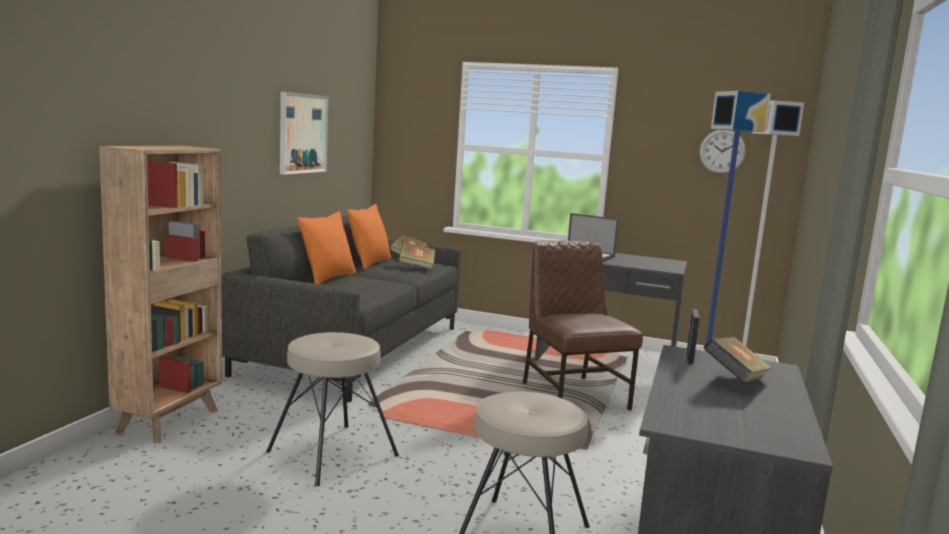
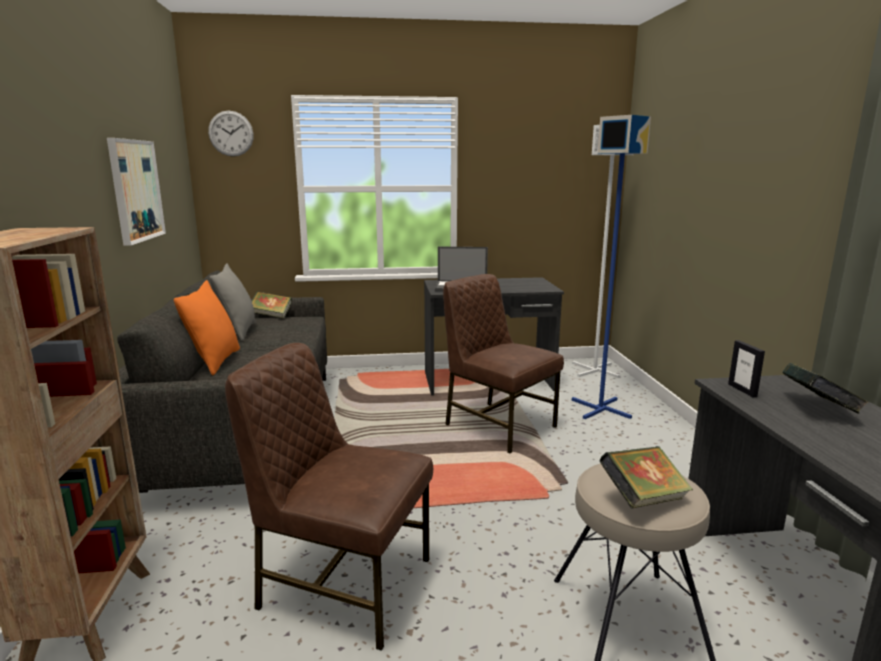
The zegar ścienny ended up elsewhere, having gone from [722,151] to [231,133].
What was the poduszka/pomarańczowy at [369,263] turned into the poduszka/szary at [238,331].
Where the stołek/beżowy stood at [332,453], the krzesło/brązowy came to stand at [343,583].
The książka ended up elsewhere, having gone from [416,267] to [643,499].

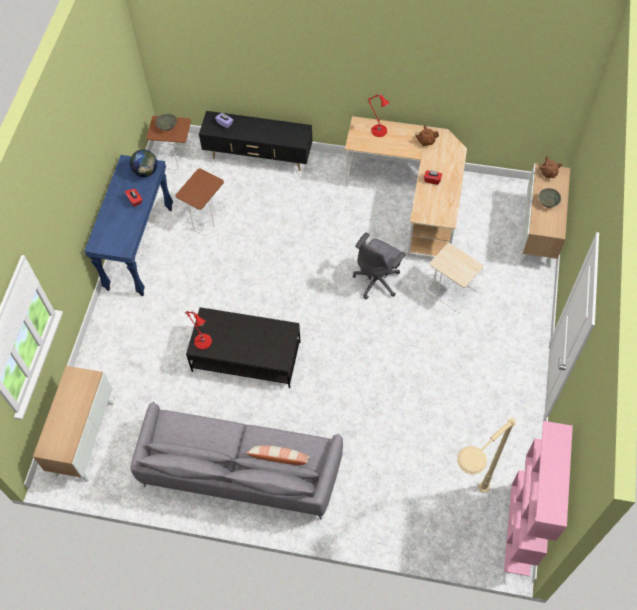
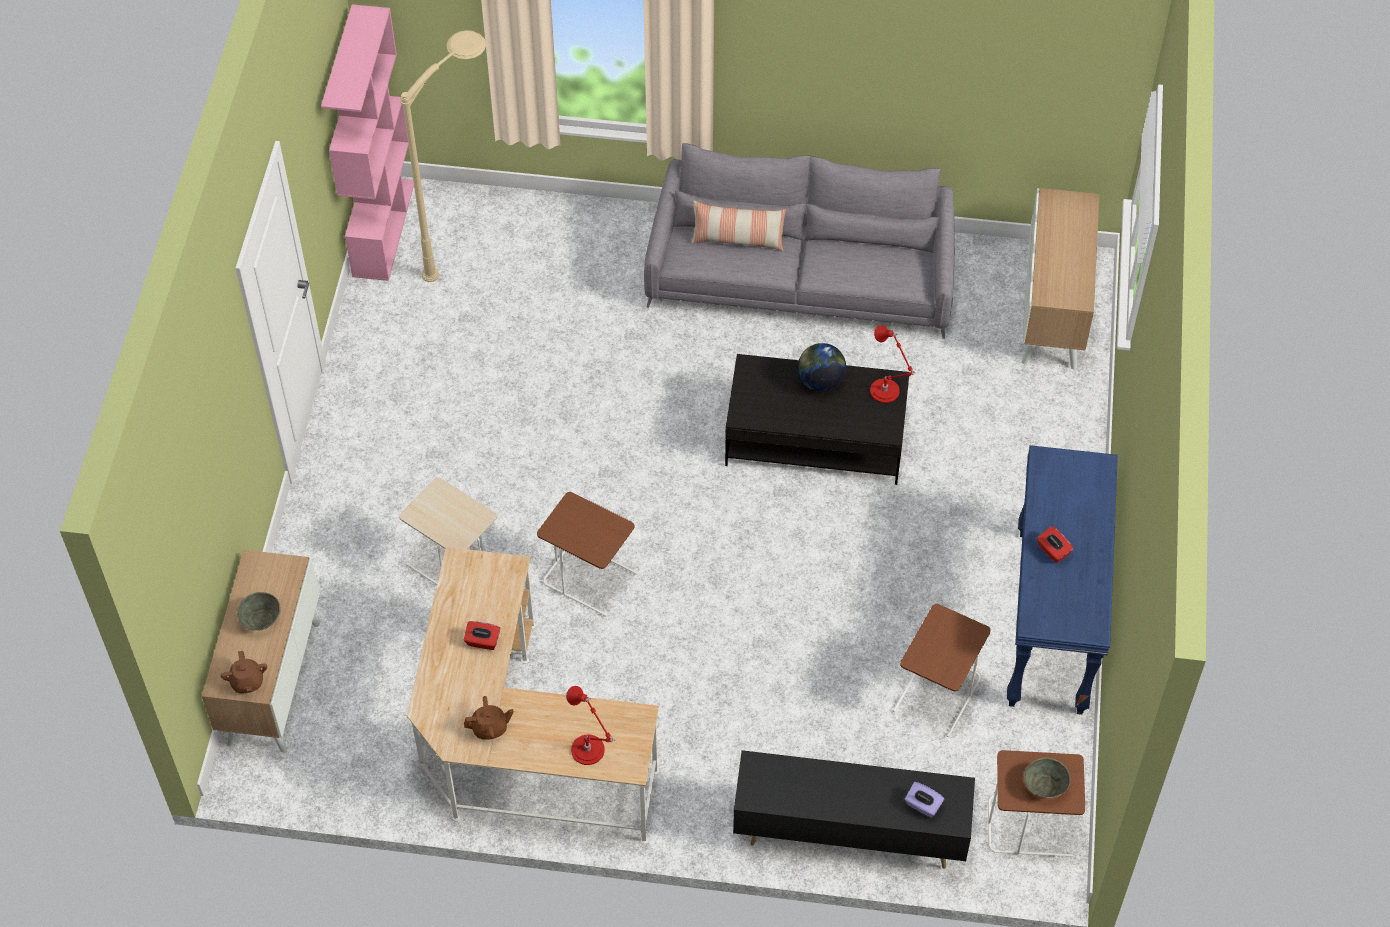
Where the krzesło biurowe/szary stood at [377,280], the stolik/brązowy came to stand at [590,578].
The globus ended up elsewhere, having gone from [146,172] to [820,381].

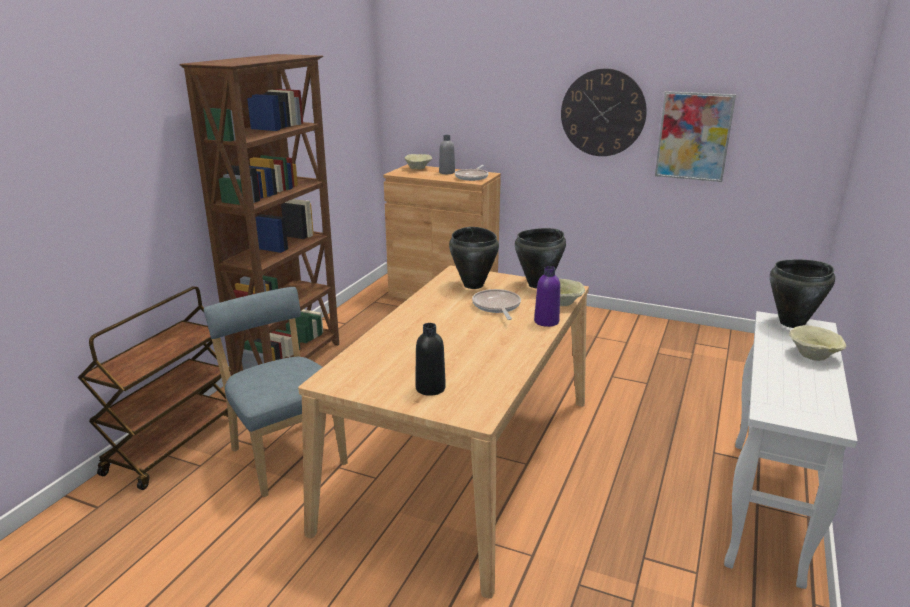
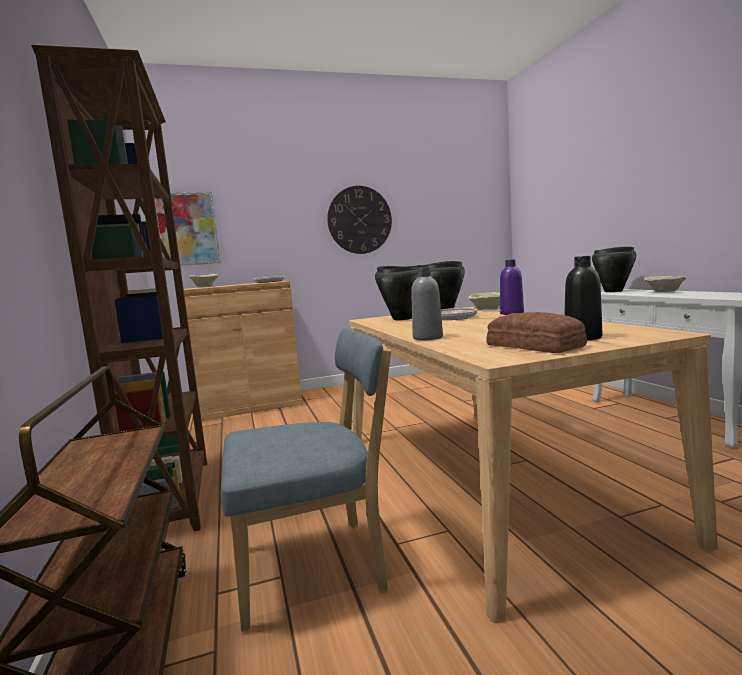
The obraz ended up elsewhere, having gone from [694,136] to [187,229].
The krzesło/niebieski at [286,454] ended up facing another way, 150 degrees clockwise from before.
The butelka/szary ended up elsewhere, having gone from [447,172] to [427,338].
The second view gained the chleb at [534,346].

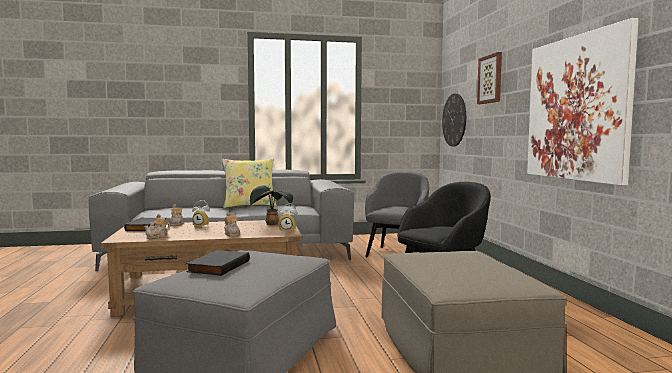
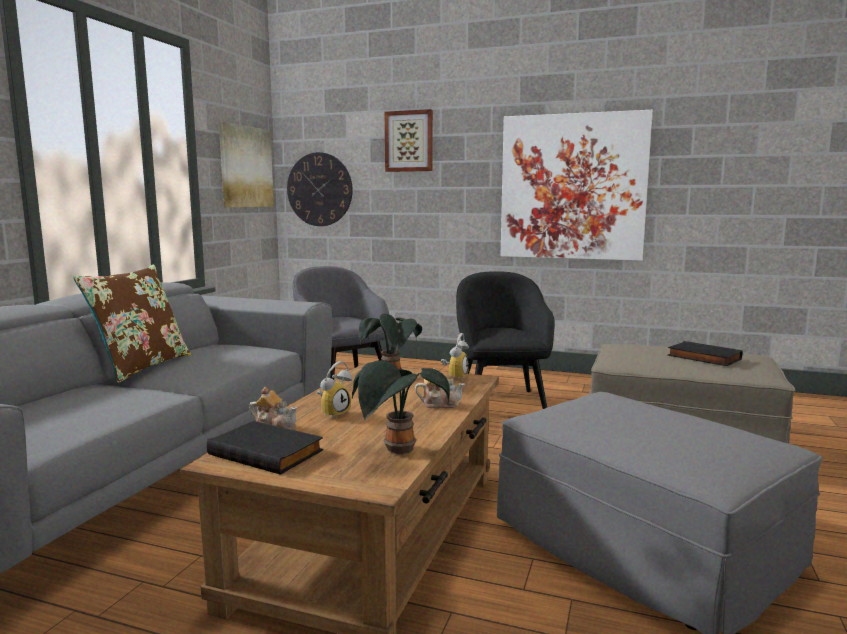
What was the poduszka/żółty at [249,205] turned into the poduszka/brązowy at [141,367].
The second view gained the obraz at [246,167].
Where the imbryk stood at [158,237], the roślina doniczkowa came to stand at [398,452].
The książka/czarny ended up elsewhere, having gone from [218,266] to [702,358].

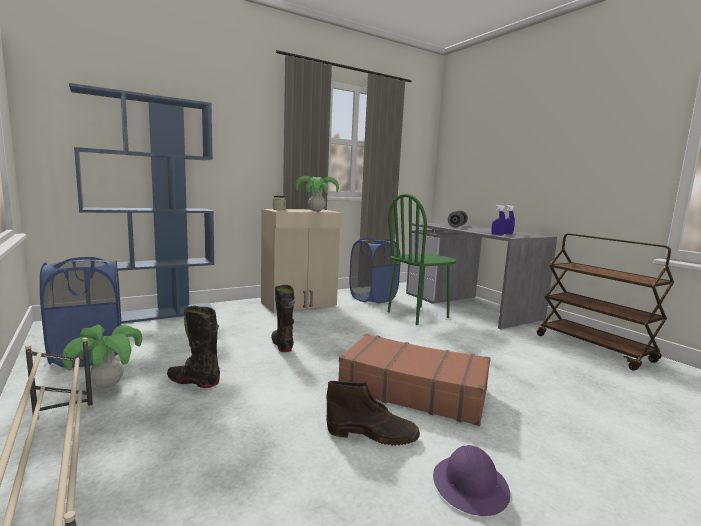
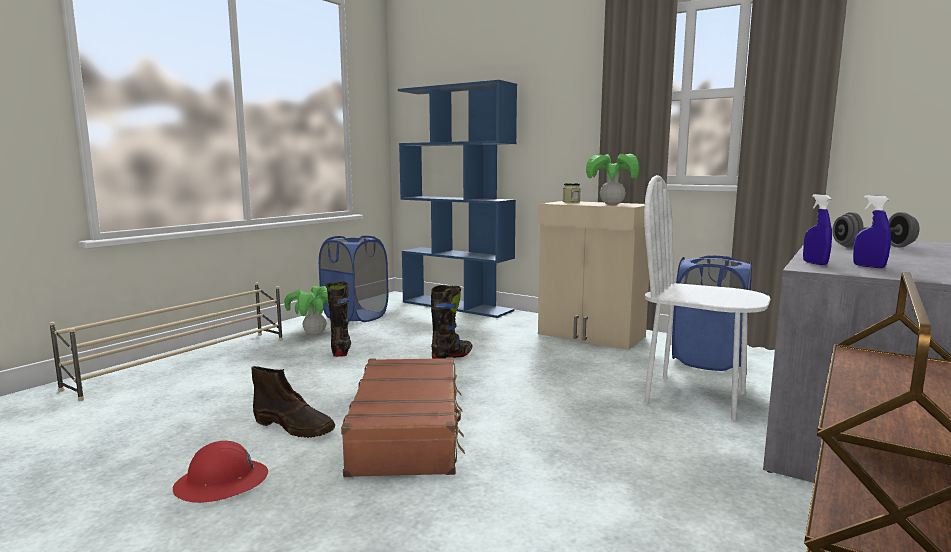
What was the kask/fioletowy at [470,486] turned into the kask/czerwony at [222,483].
The but z cholewką/brązowy at [373,434] ended up facing another way, 45 degrees counterclockwise from before.
What was the krzesło/zielony at [418,315] turned into the krzesło/biały at [695,397].

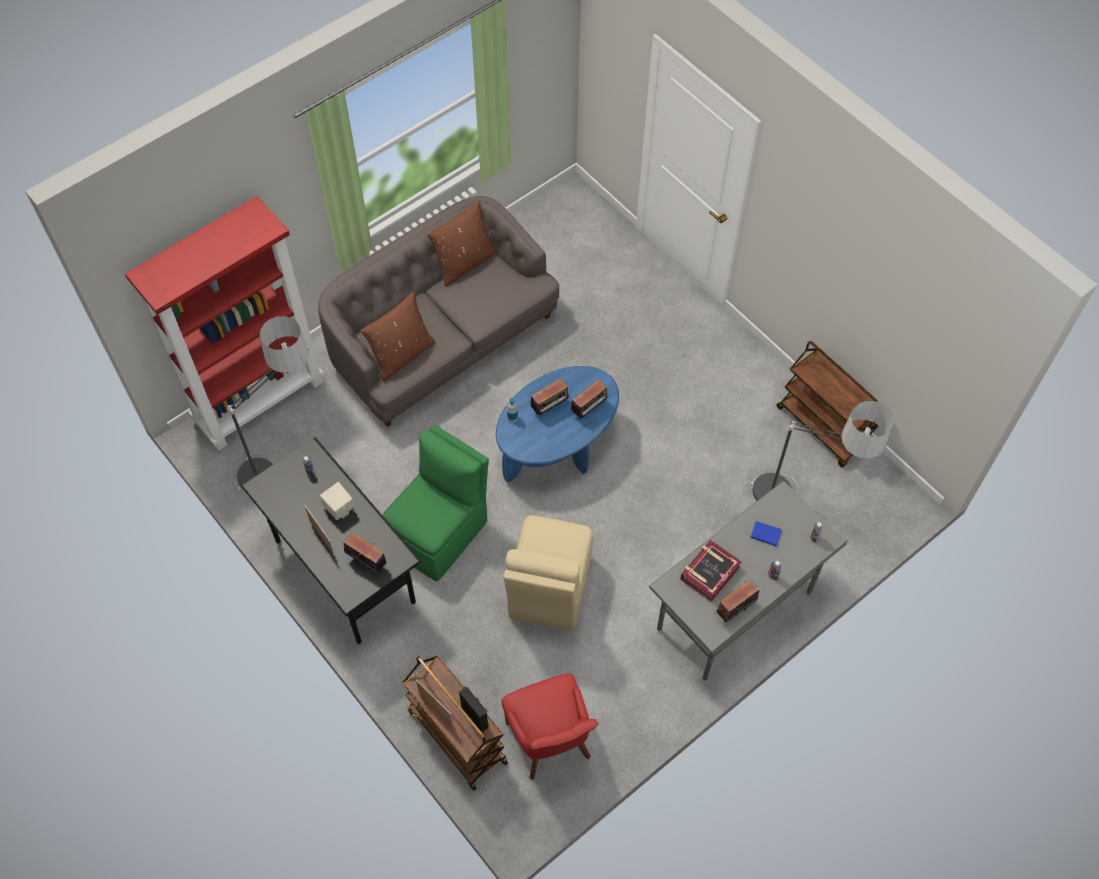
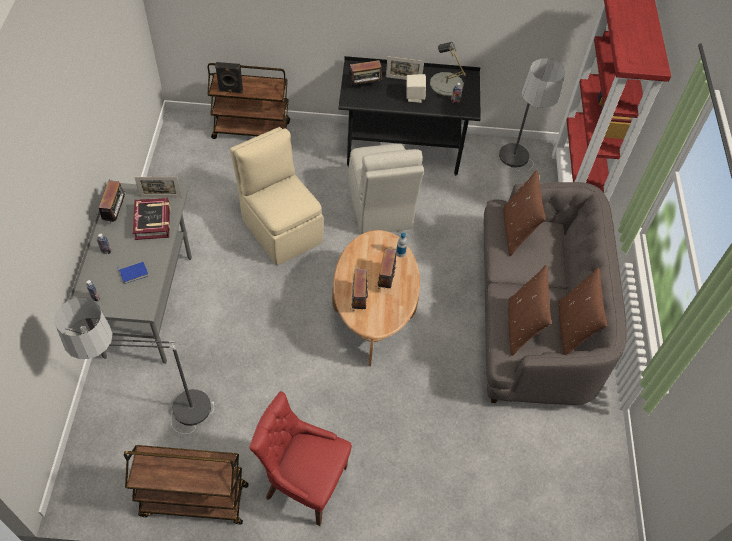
The ramka na zdjęcie ended up elsewhere, having gone from [435,708] to [160,196].
The krzesło/czerwony ended up elsewhere, having gone from [550,741] to [304,482].
What was the ława/niebieski at [557,446] turned into the ława/brązowy at [373,314].
What was the krzesło/zielony at [439,532] turned into the krzesło/beżowy at [380,208].
The second view gained the lampa stołowa/szary at [446,84].
The second view gained the poduszka/brązowy at [521,327].

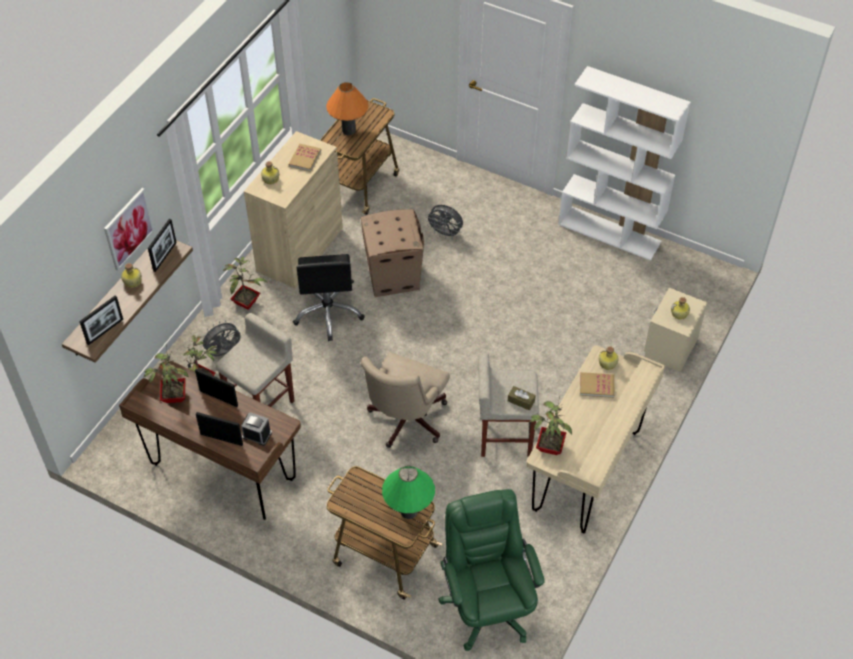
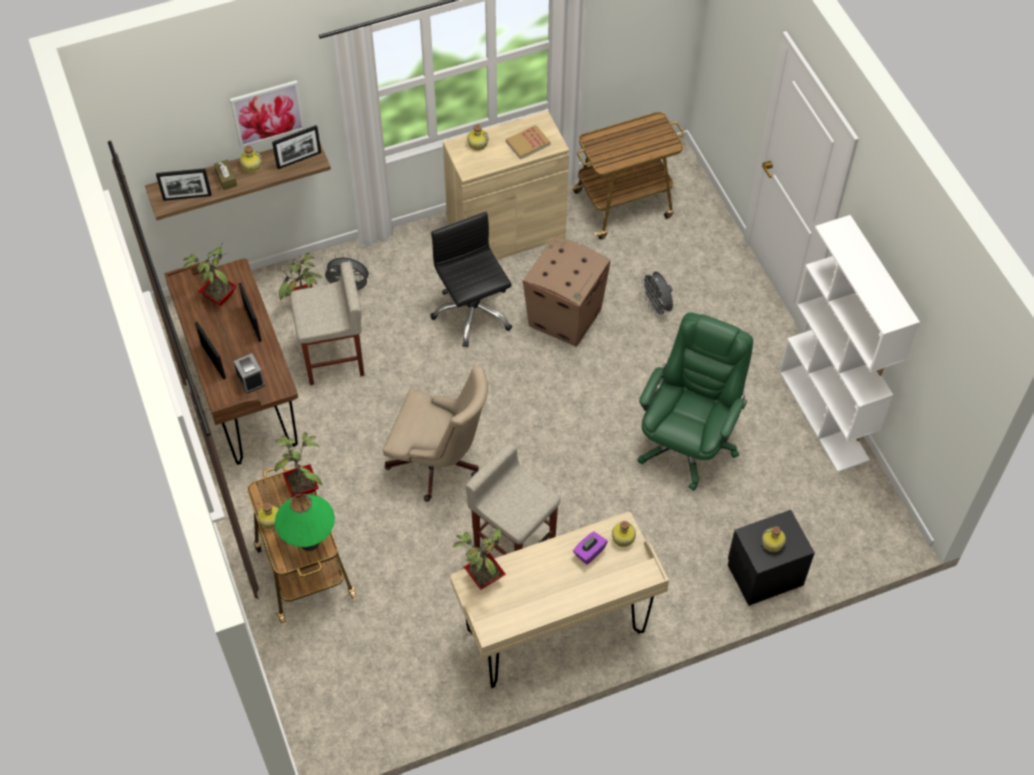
The pudełko chusteczek/brązowy ended up elsewhere, having gone from [521,401] to [226,178].
The second view gained the butelka at [269,520].
The roślina doniczkowa ended up elsewhere, having gone from [247,302] to [304,487].
The krzesło biurowe/beżowy at [404,421] ended up facing another way, 135 degrees counterclockwise from before.
The krzesło biurowe/czarny at [328,313] ended up facing another way, 120 degrees clockwise from before.
Where the książka stood at [596,386], the pudełko chusteczek/fioletowy came to stand at [589,552].
The krzesło biurowe/zielony ended up elsewhere, having gone from [487,606] to [687,442].
What was the szafka nocna/beżowy at [669,346] turned into the szafka nocna/czarny at [764,573].
The second view lost the lampa stołowa/pomarańczowy at [348,130].

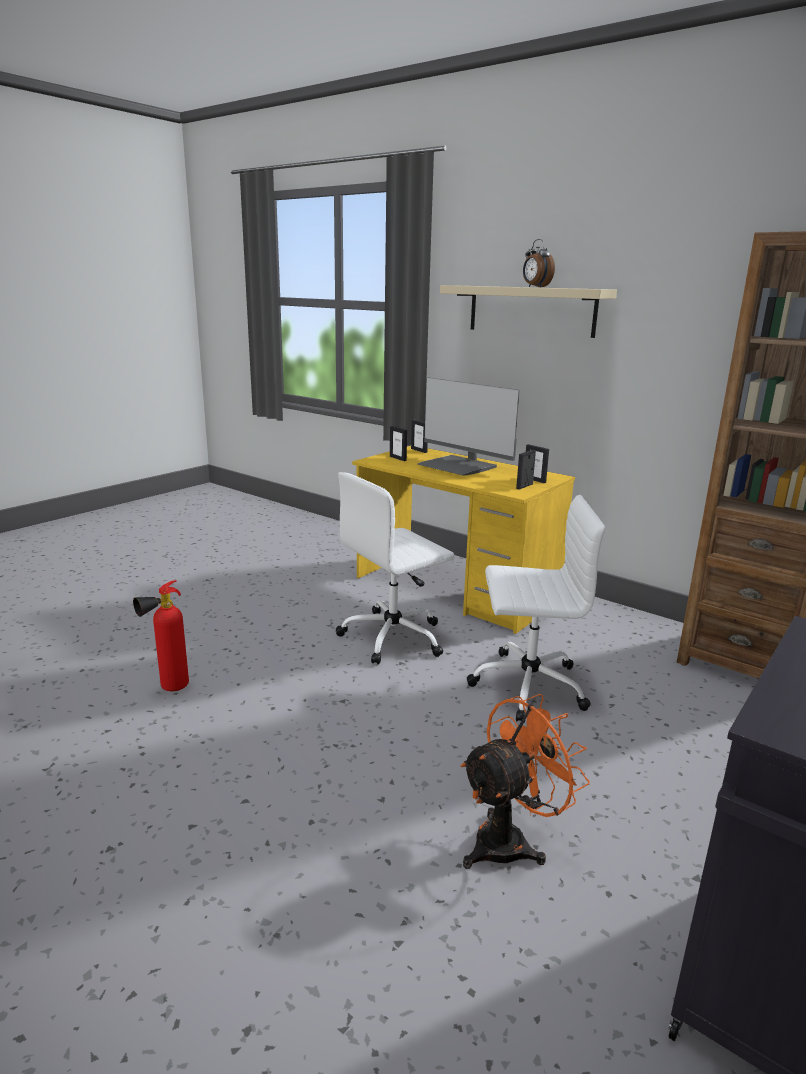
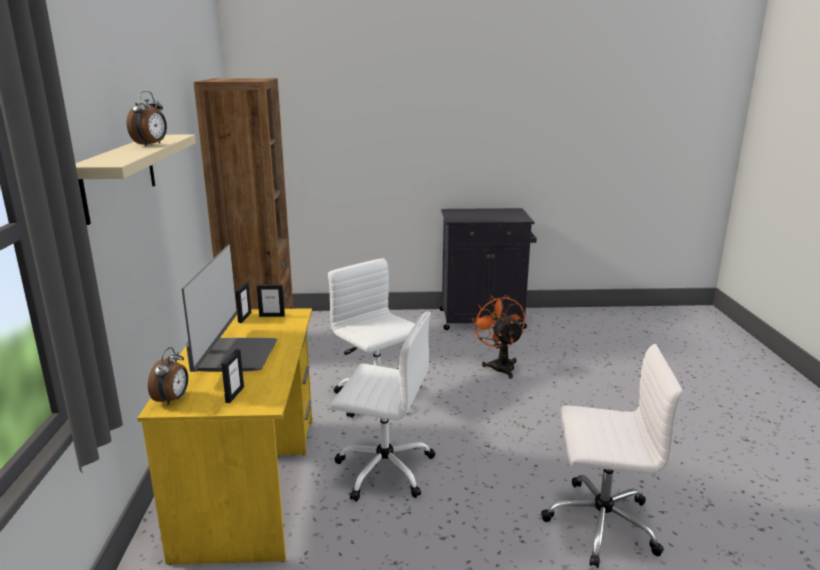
Where the ramka na zdjęcie stood at [419,450], the budzik came to stand at [173,399].
The wentylator/pomarańczowy at [510,840] ended up facing another way, 60 degrees clockwise from before.
Where the gaśnica stood at [169,689], the krzesło biurowe/biały came to stand at [599,523].

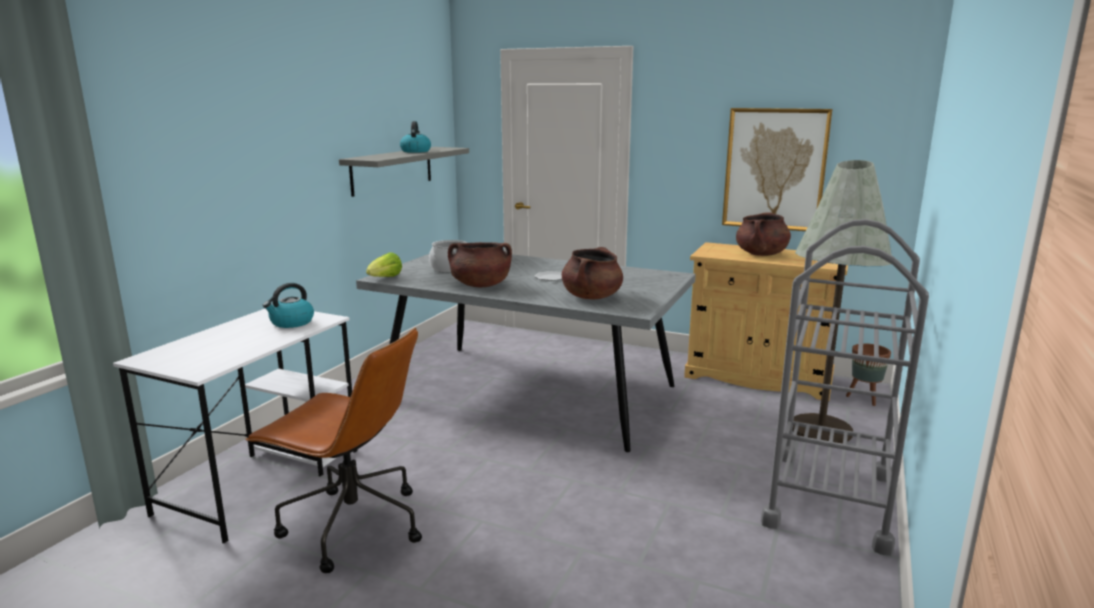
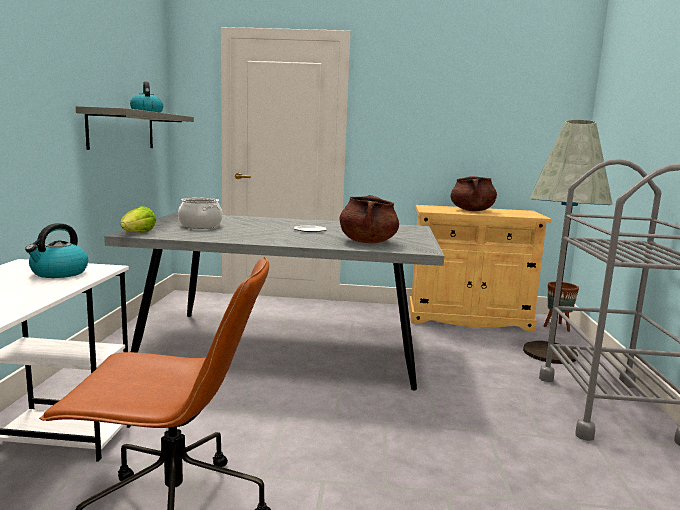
The second view lost the garnek/brązowy at [480,285].
The second view lost the obraz at [774,169].

